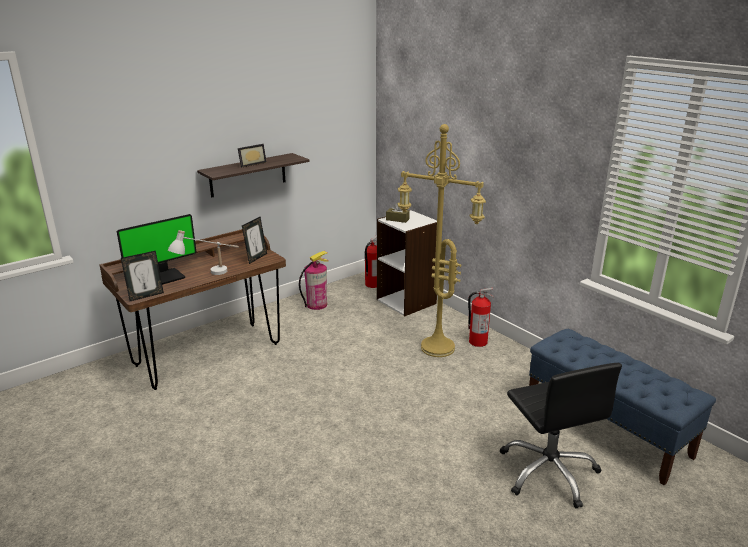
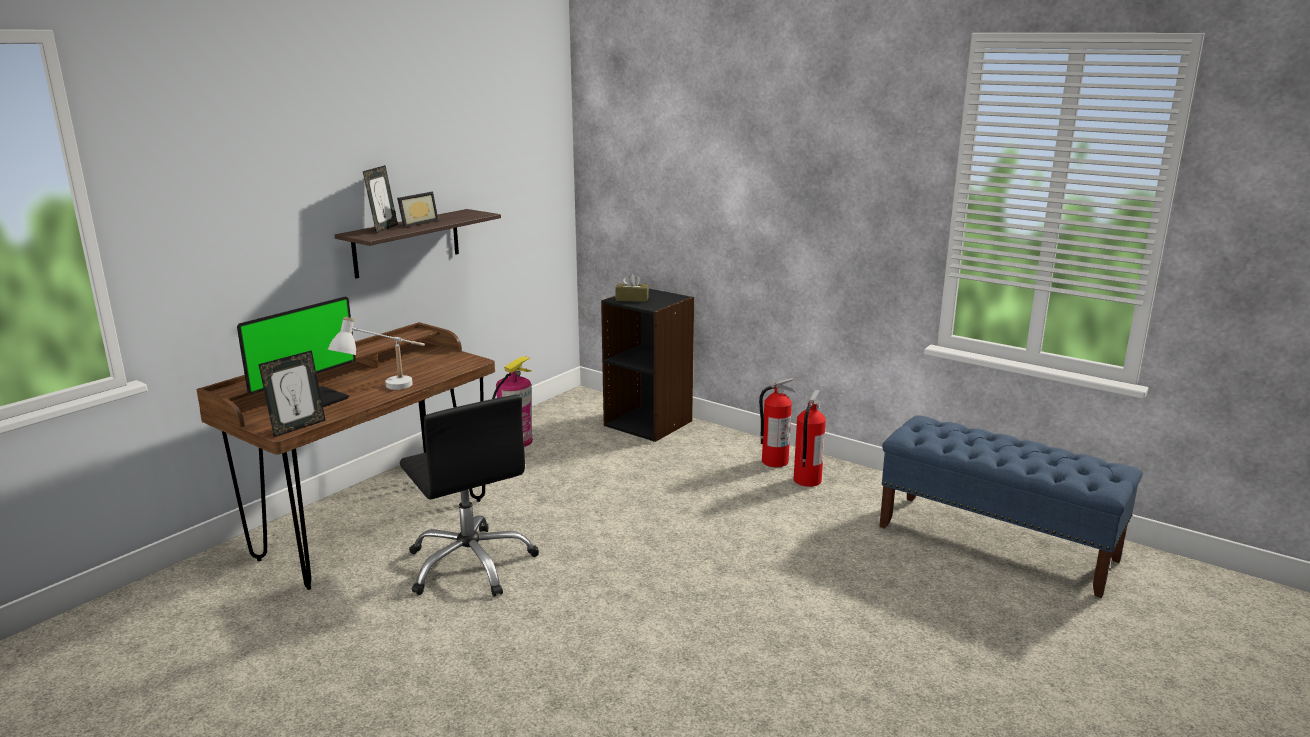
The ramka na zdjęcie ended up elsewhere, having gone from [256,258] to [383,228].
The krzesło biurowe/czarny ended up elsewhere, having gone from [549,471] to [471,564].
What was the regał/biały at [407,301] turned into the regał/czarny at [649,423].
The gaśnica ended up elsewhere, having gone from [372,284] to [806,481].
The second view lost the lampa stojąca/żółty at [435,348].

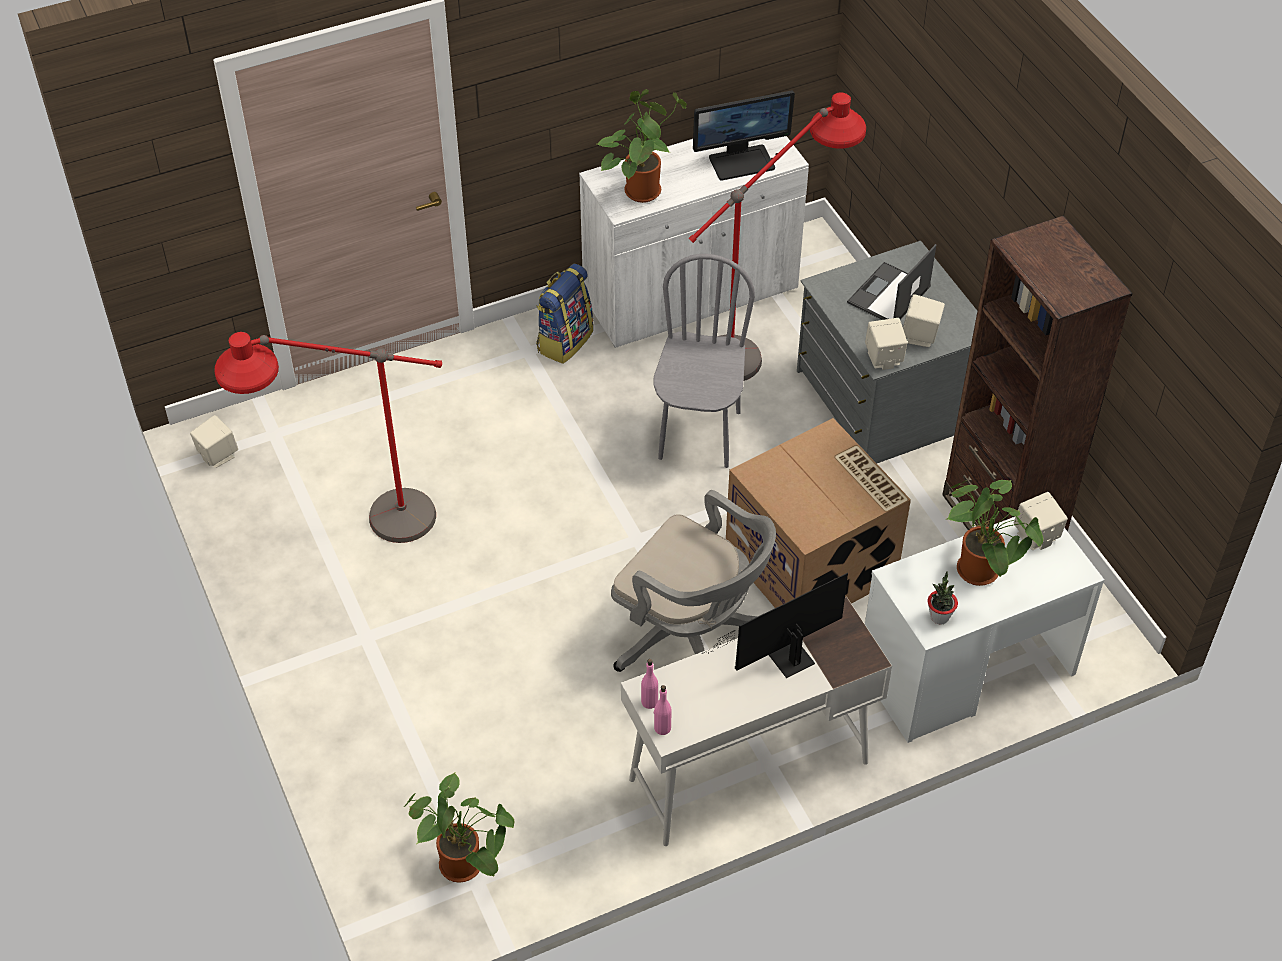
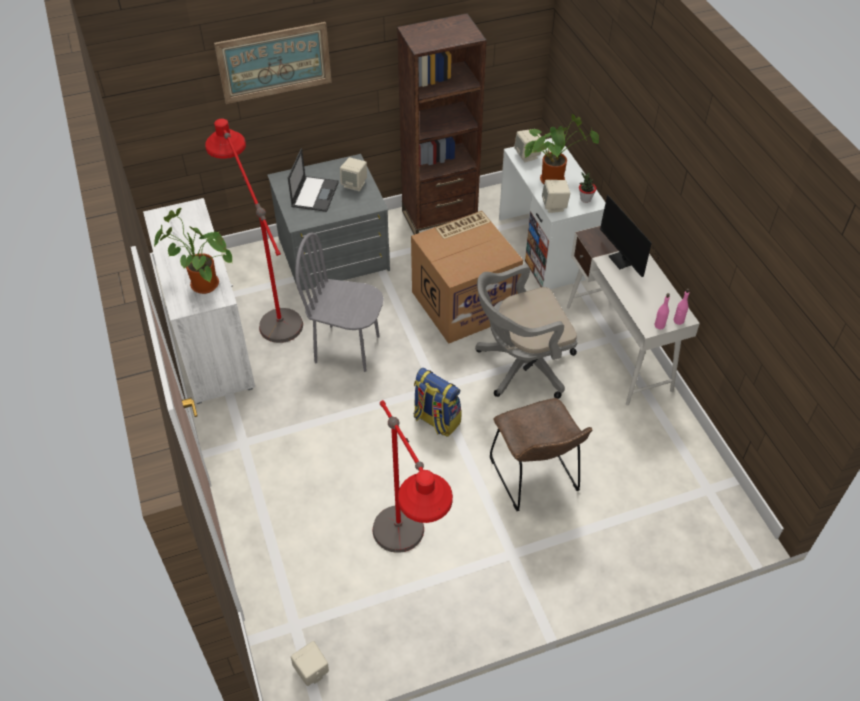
The second view gained the obraz at [274,62].
The laptop at [888,295] ended up facing another way, 120 degrees counterclockwise from before.
The plecak ended up elsewhere, having gone from [564,340] to [436,420].
The krzesło biurowe/szary at [692,639] ended up facing another way, 150 degrees counterclockwise from before.
The second view gained the krzesło/brązowy at [535,478].
The głośnik/beżowy ended up elsewhere, having gone from [883,359] to [554,206].
The second view lost the roślina doniczkowa at [466,865].
The second view lost the monitor at [741,162].

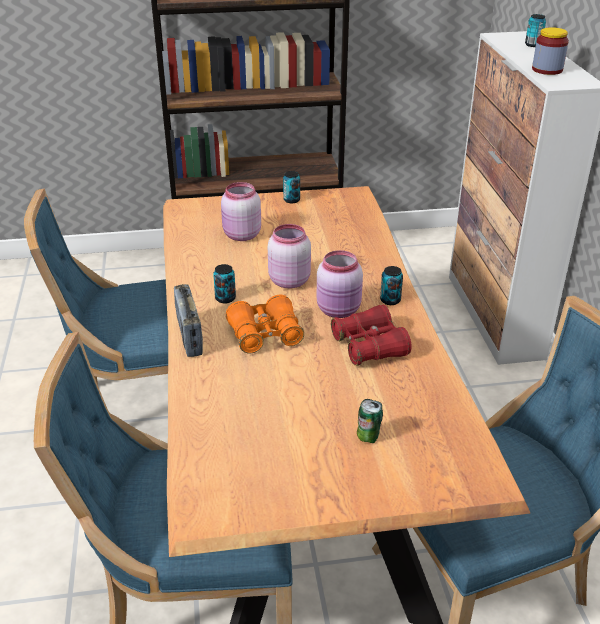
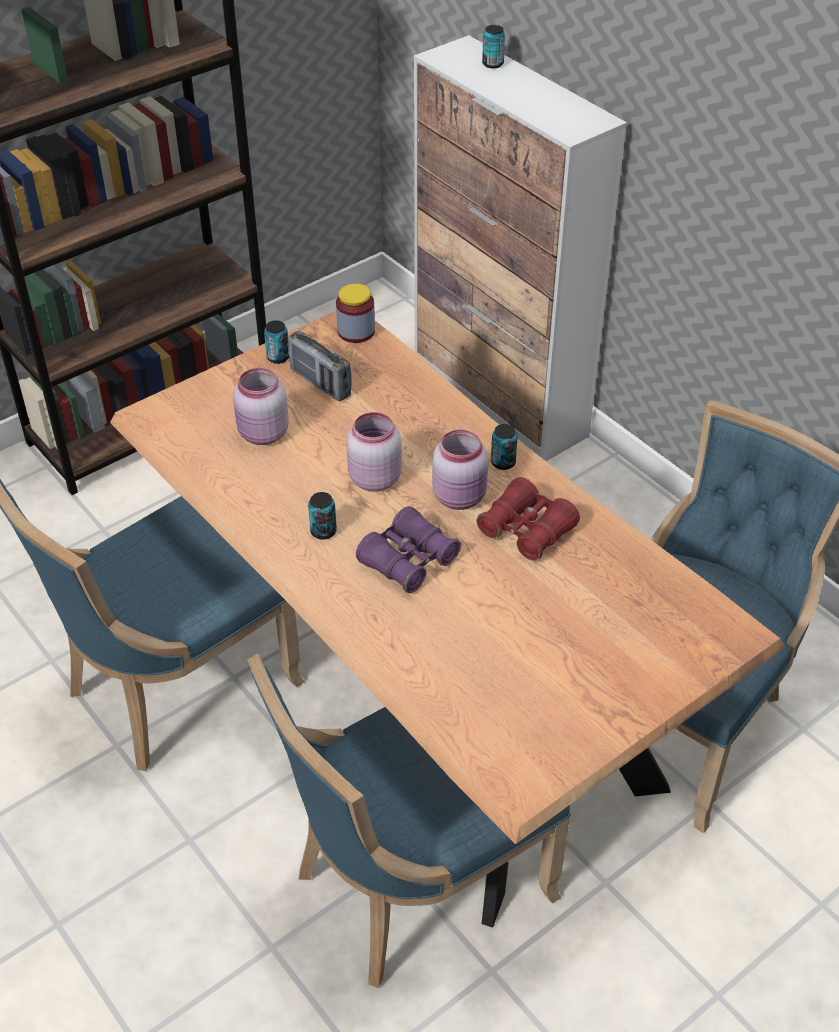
The radio ended up elsewhere, having gone from [189,337] to [320,383].
The słoik ended up elsewhere, having gone from [547,70] to [356,332].
What was the lornetka/pomarańczowy at [265,335] turned into the lornetka/fioletowy at [408,561].
The second view lost the puszka at [368,437].

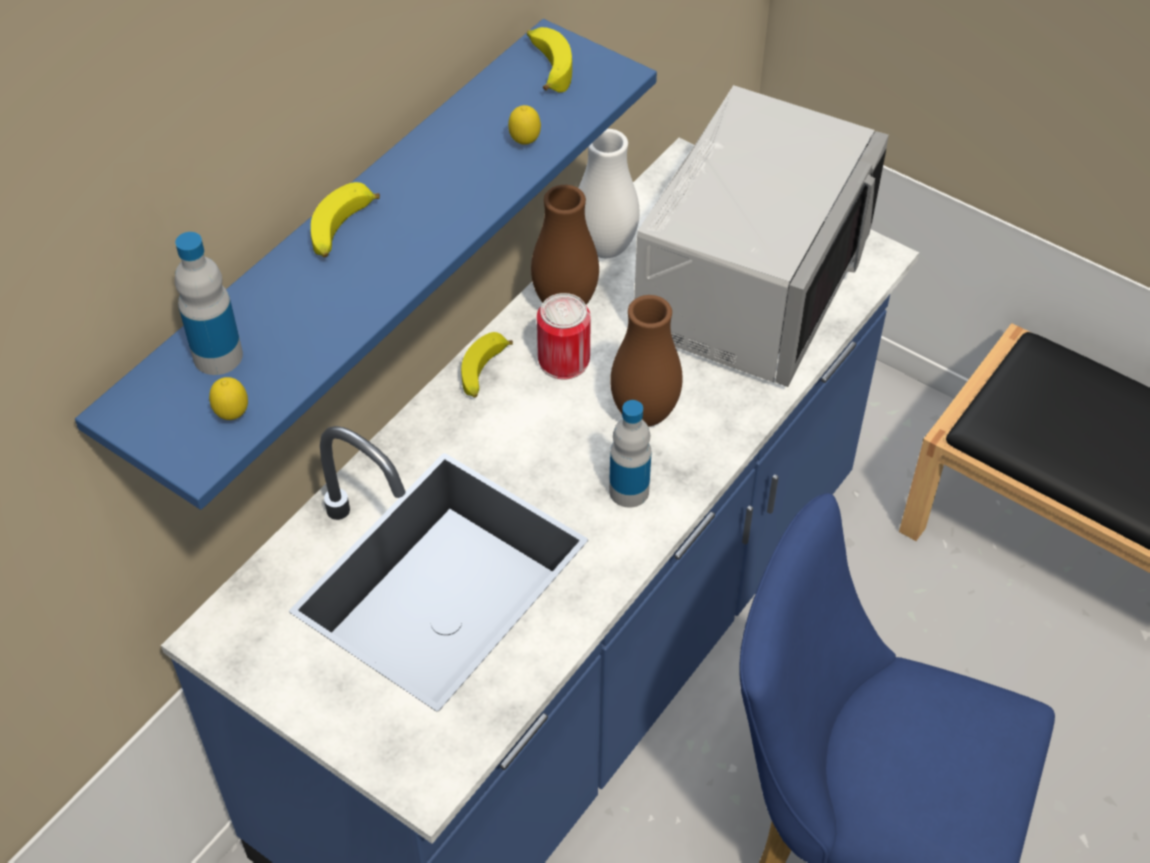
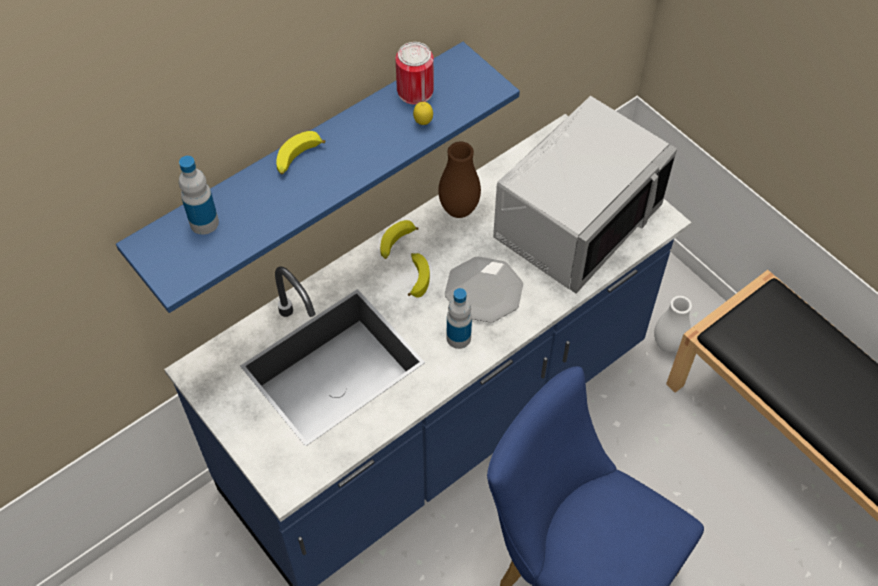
The puszka ended up elsewhere, having gone from [563,360] to [415,91].
The banan ended up elsewhere, having gone from [547,67] to [417,277].
Where the wazon/brązowy stood at [644,413], the talerz came to stand at [484,291].
The wazon/biały ended up elsewhere, having gone from [605,248] to [667,344].
The second view lost the cytryna at [233,416].

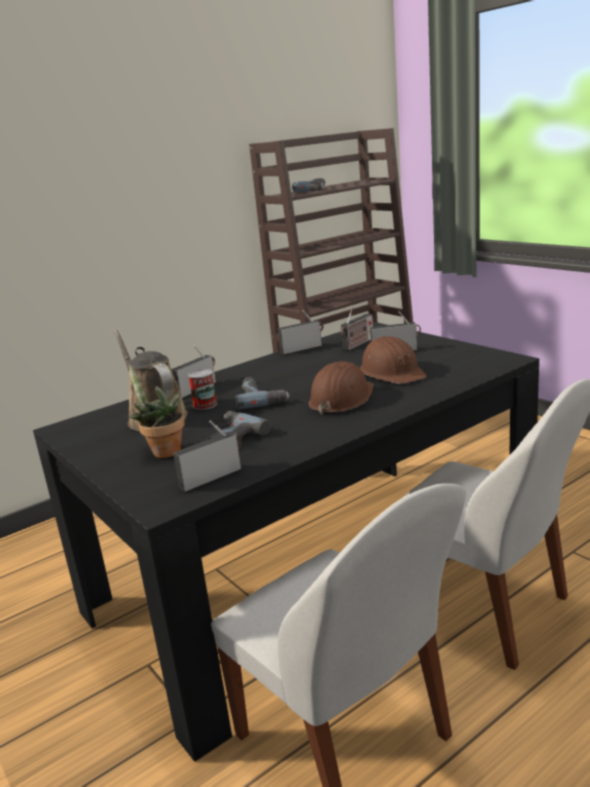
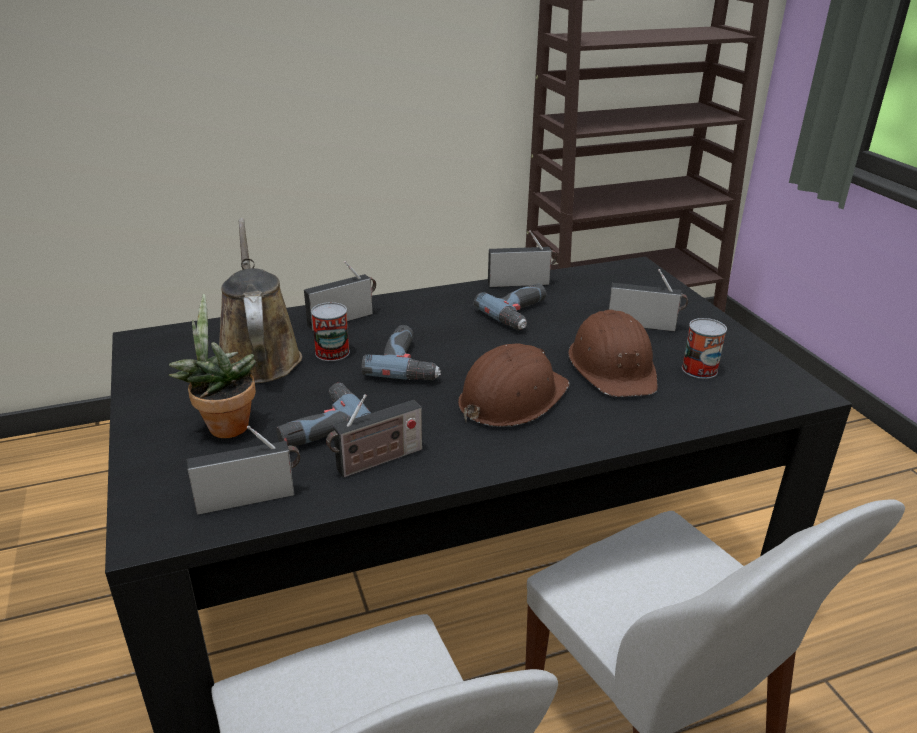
The radio ended up elsewhere, having gone from [357,344] to [376,461].
The wiertarka ended up elsewhere, having gone from [317,189] to [521,314].
The second view gained the puszka at [699,369].

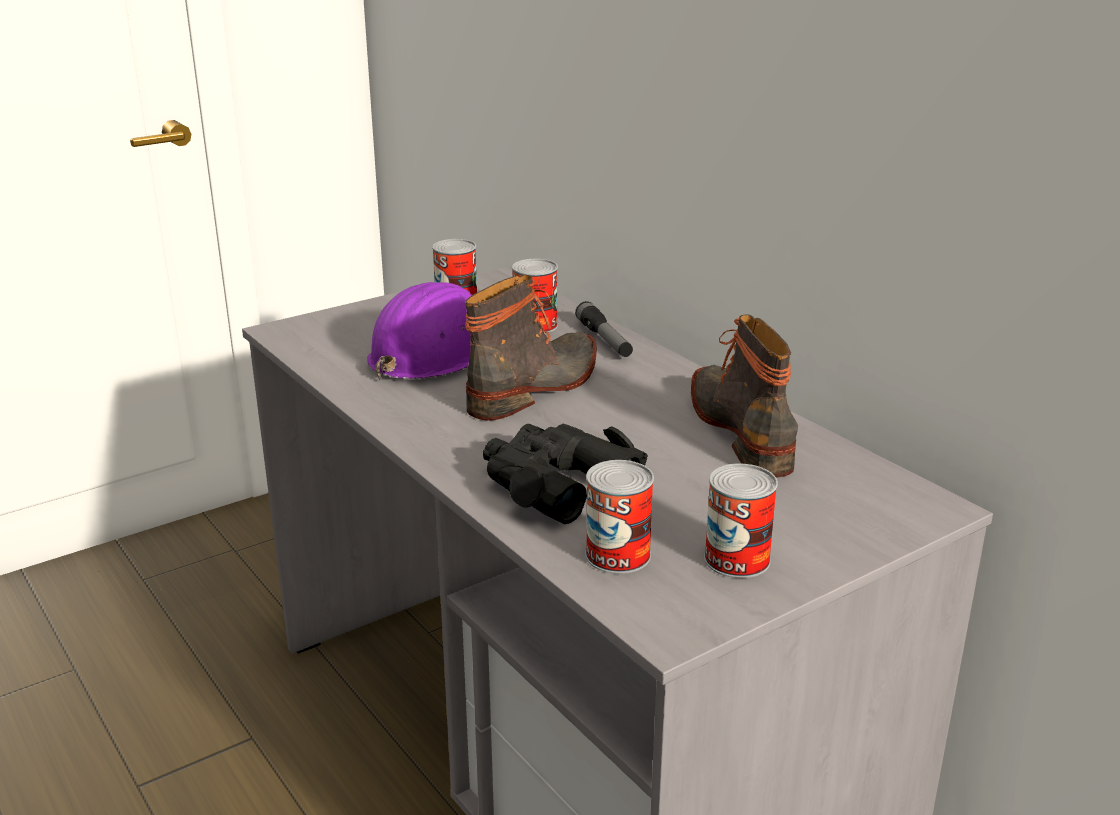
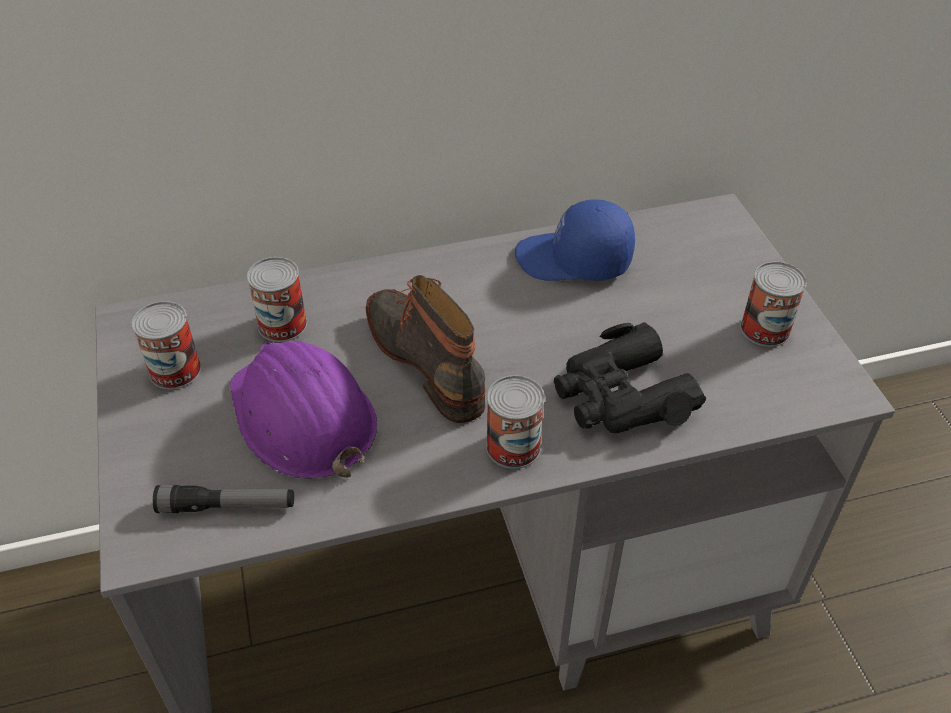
The latarka ended up elsewhere, having gone from [604,340] to [227,506].
The puszka ended up elsewhere, having gone from [618,555] to [513,446].
Where the but z cholewką stood at [744,430], the czapka z daszkiem/niebieski came to stand at [573,260].

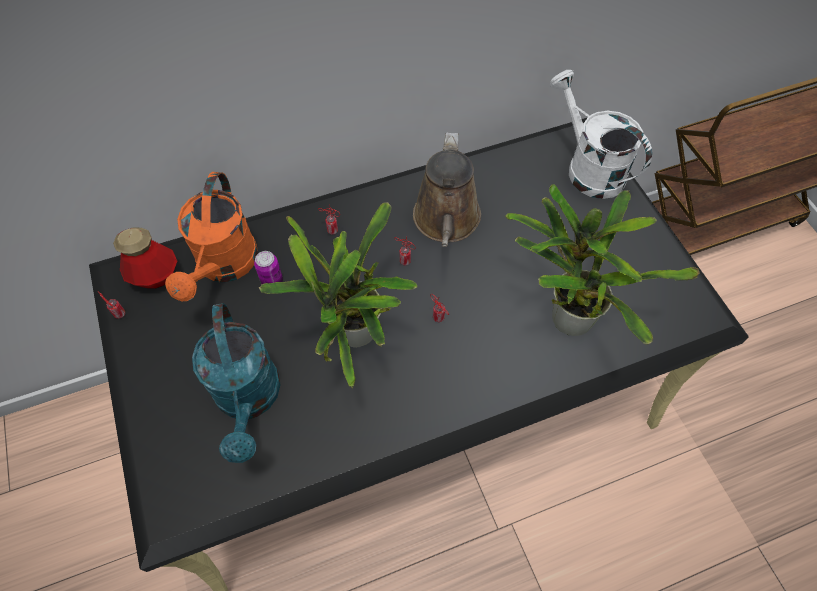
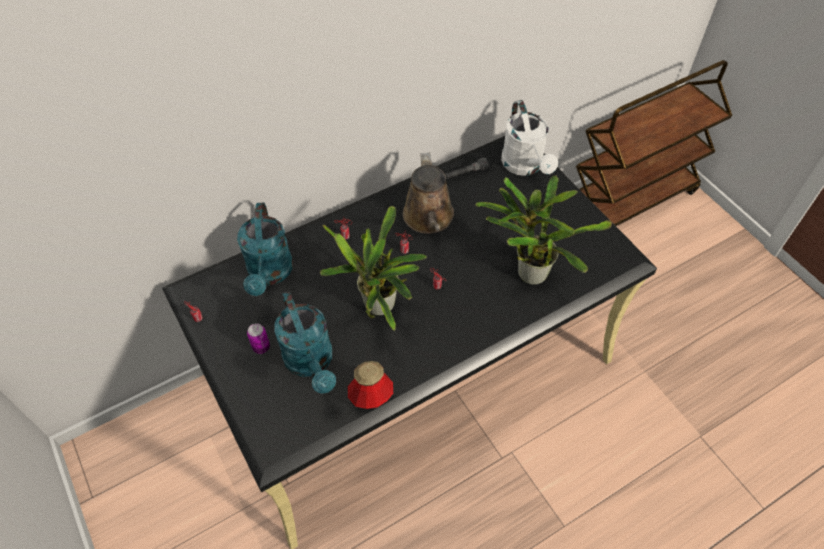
What was the konewka/pomarańczowy at [224,267] turned into the konewka/turkusowy at [269,274].
The puszka ended up elsewhere, having gone from [272,282] to [261,347].
The butelka ended up elsewhere, having gone from [155,276] to [371,397].
The second view gained the latarka/szary at [464,174].
The konewka/biały at [588,168] ended up facing another way, 150 degrees counterclockwise from before.

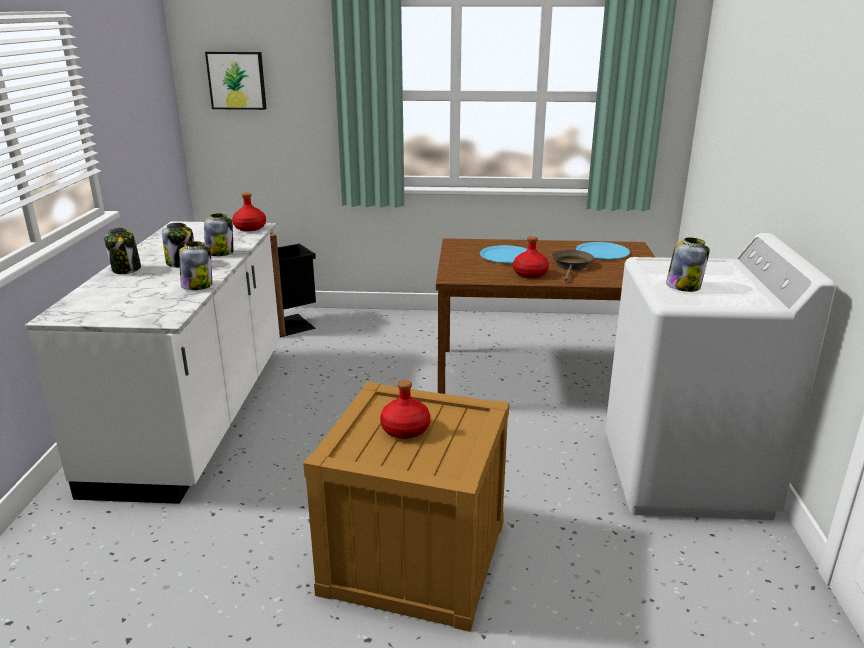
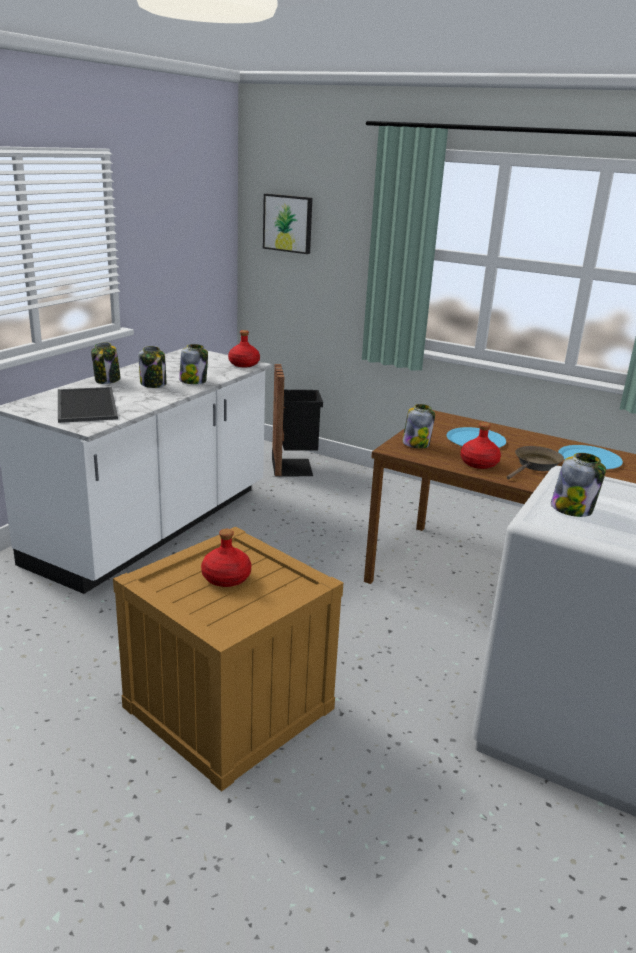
The second view gained the taca at [85,405].
The słoik ended up elsewhere, having gone from [197,286] to [416,444].

